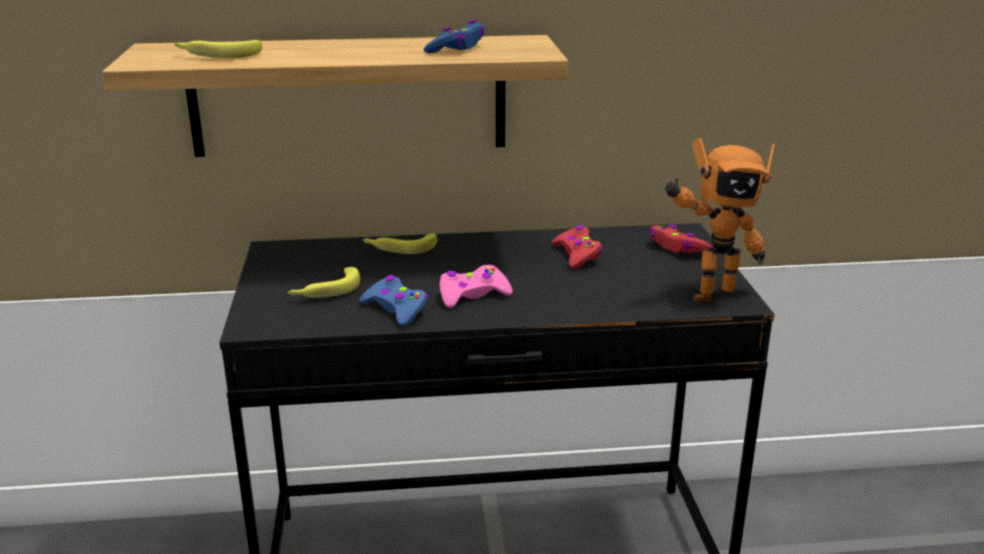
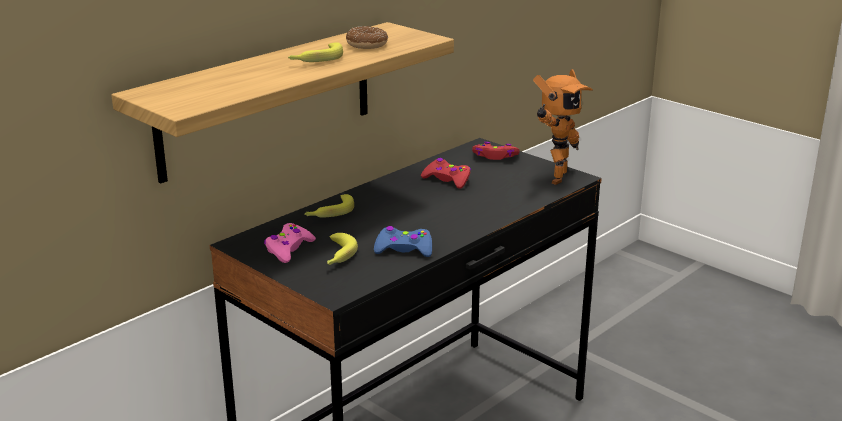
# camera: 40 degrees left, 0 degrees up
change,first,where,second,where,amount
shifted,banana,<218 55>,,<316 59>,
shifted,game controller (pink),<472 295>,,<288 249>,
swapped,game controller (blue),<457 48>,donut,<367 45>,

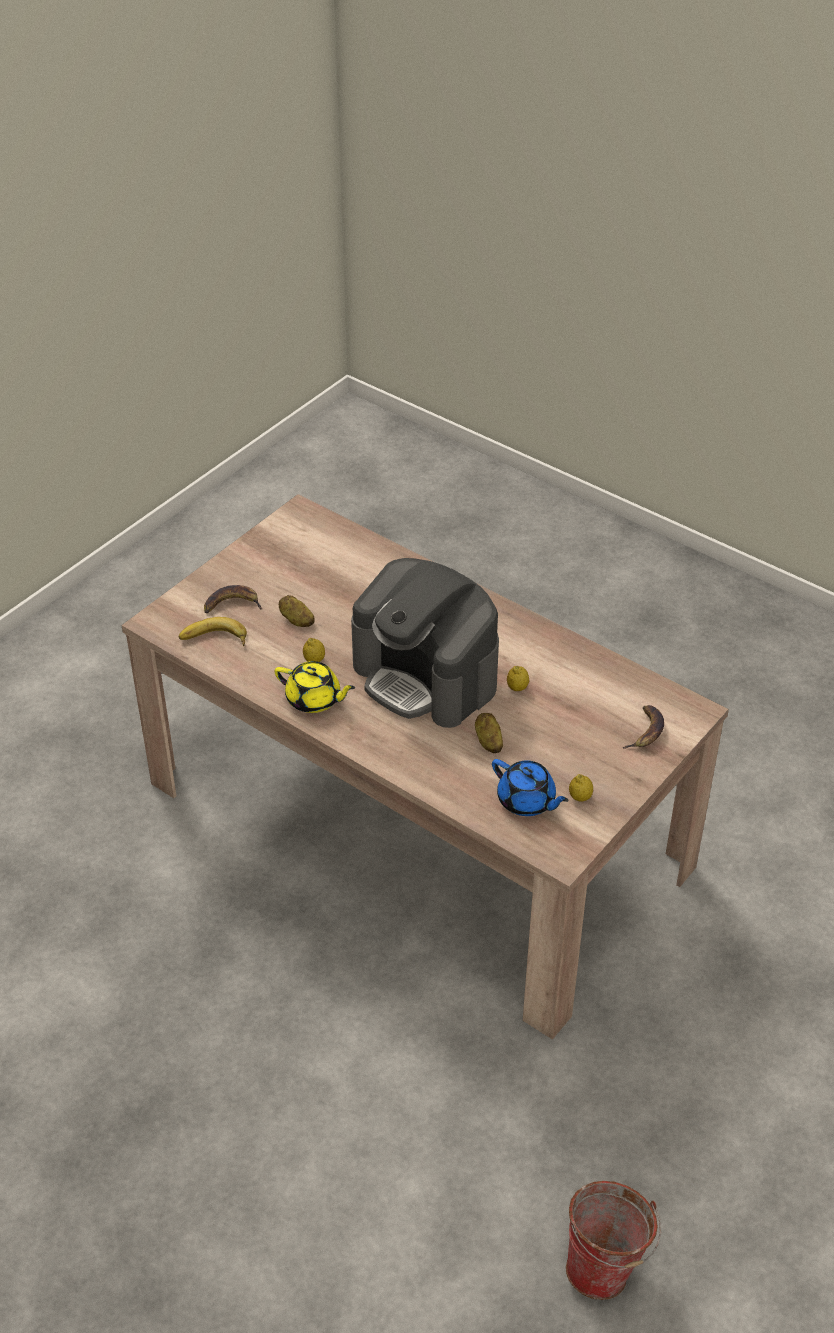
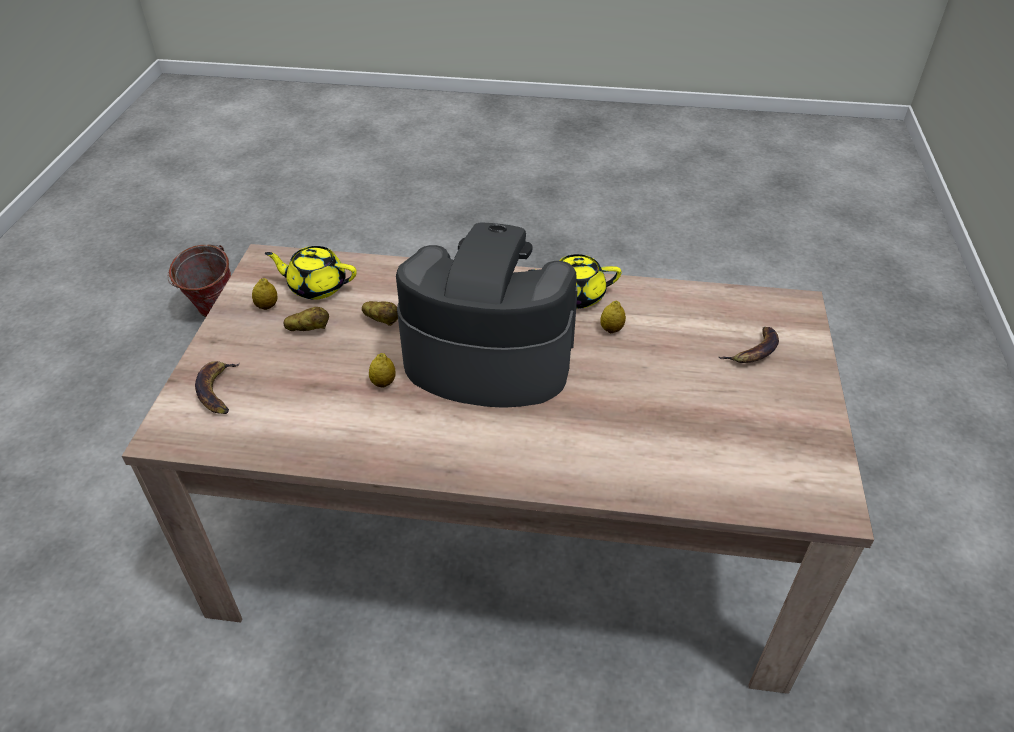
# camera: 150 degrees right, 0 degrees up
change,first,where,second,where,amount
gone,banana,<214 640>,,,
shifted,potato,<296 620>,,<309 329>,
repainted,teapot (blue),<527 801>,teapot (yellow),<316 286>,

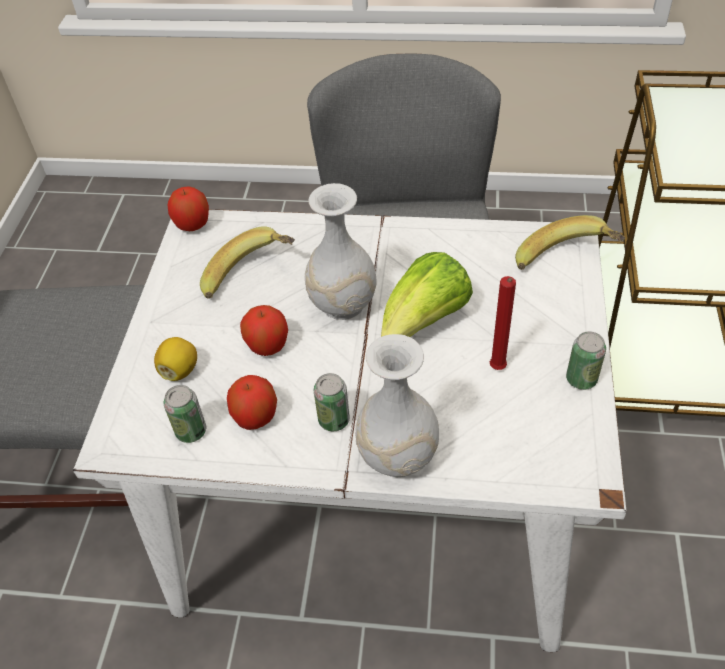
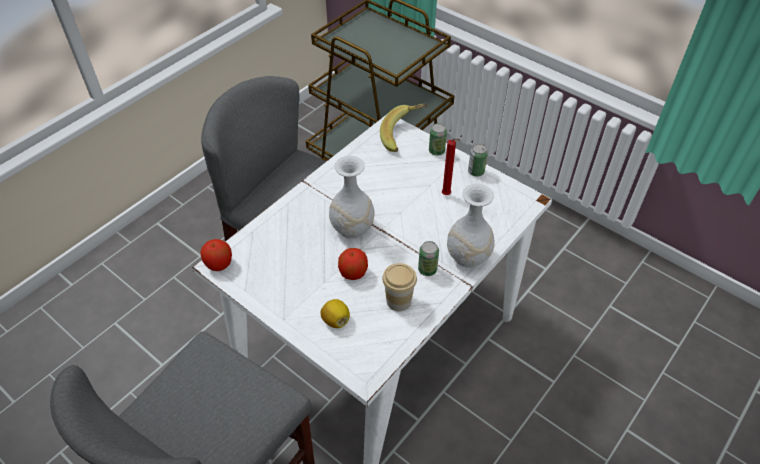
# camera: 60 degrees left, 0 degrees up
change,first,where,second,where,amount
gone,banana,<252 278>,,,
gone,lettuce,<424 323>,,,
shifted,can,<191 431>,,<436 151>,
swapped,apple,<255 417>,cup,<398 301>,

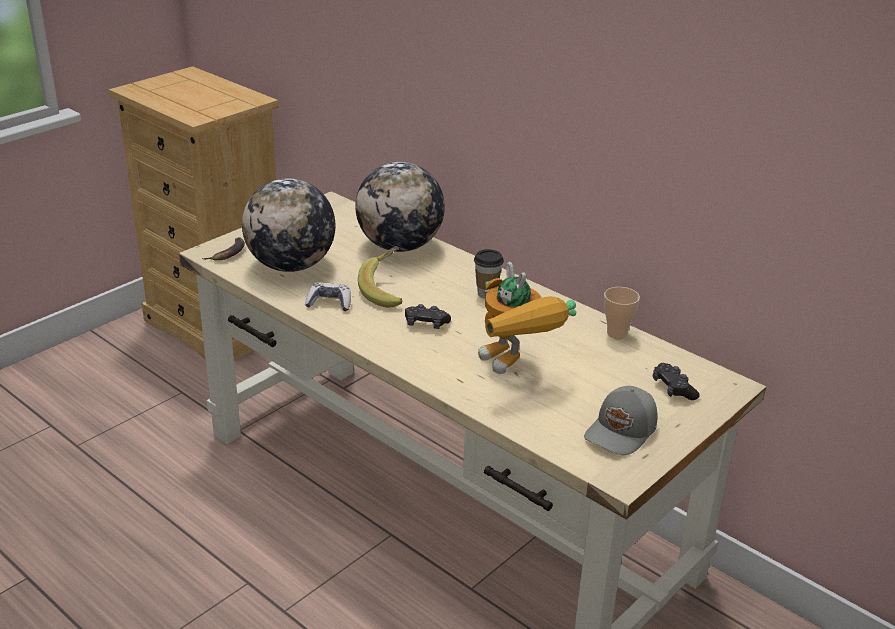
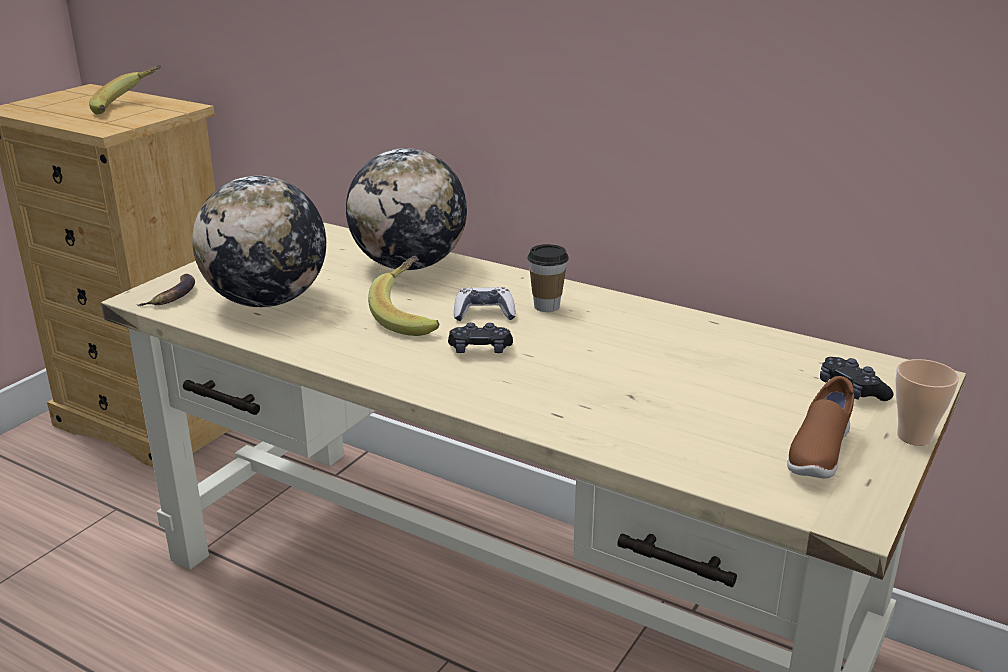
# camera: 10 degrees left, 5 degrees down
change,first,where,second,where,amount
gone,toy robot,<516 368>,,,
new,,,banana,<129 108>,
shifted,game controller,<329 303>,,<484 313>,
shifted,cup,<617 334>,,<914 437>,
swapped,cap (grey),<622 431>,shoe (brown),<818 453>,

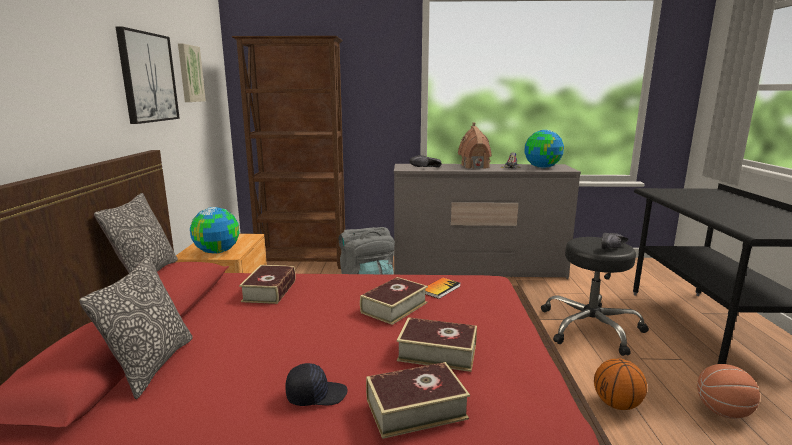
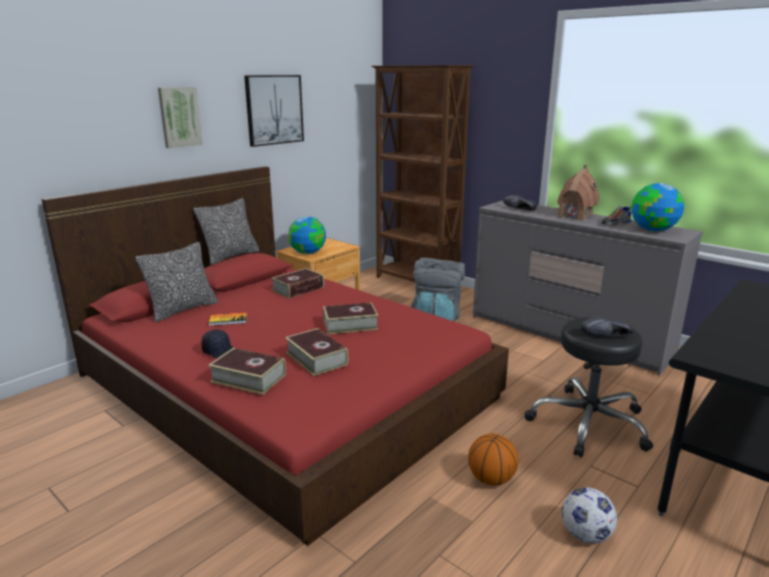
# camera: 40 degrees right, 5 degrees up
change,first,where,second,where,amount
shifted,picture,<189 73>,,<179 117>,
shifted,book,<440 289>,,<228 320>,
swapped,basketball,<723 411>,football,<585 535>,

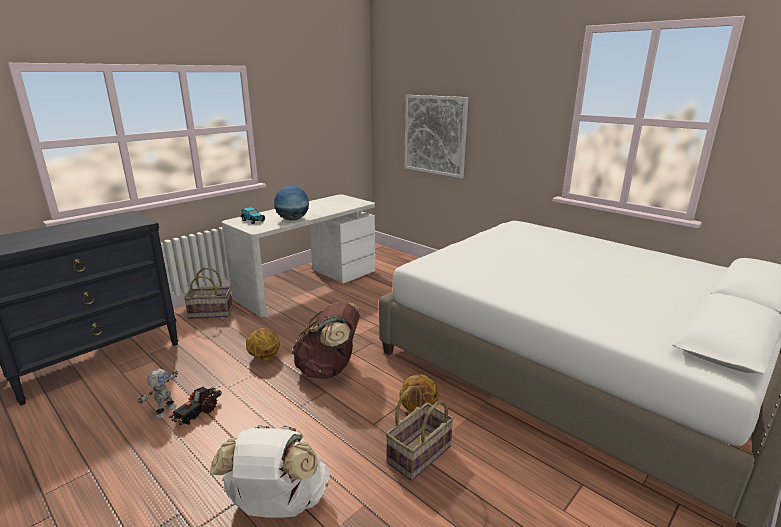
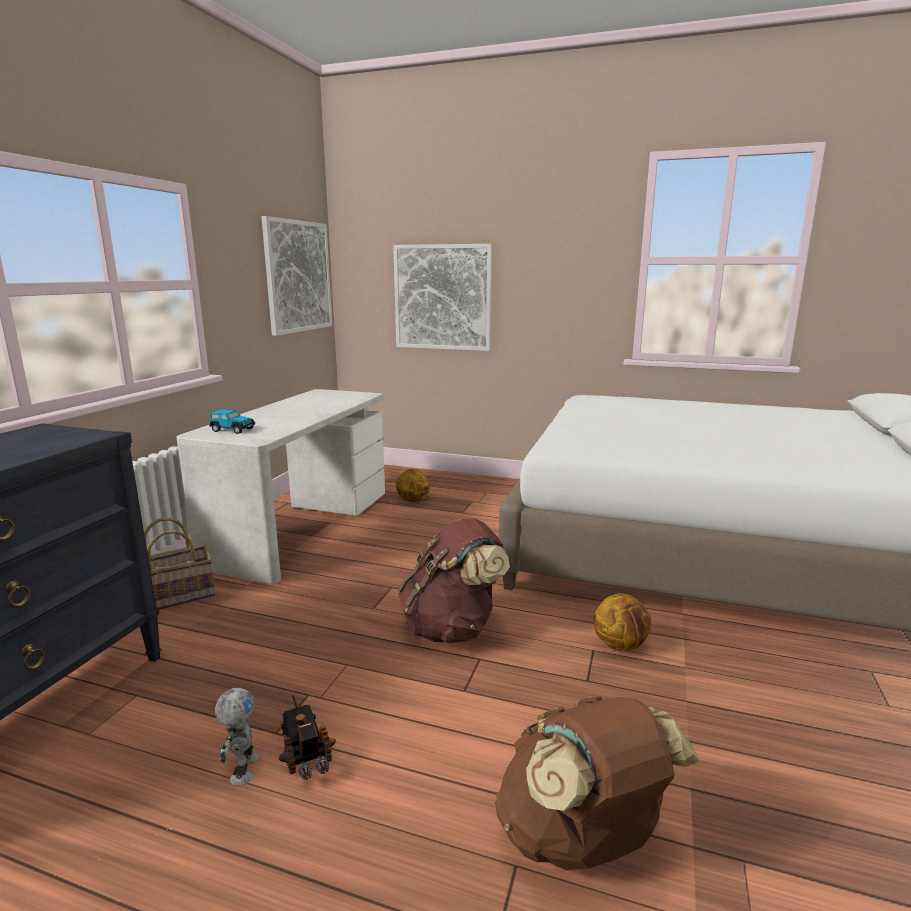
# camera: 25 degrees left, 5 degrees down
change,first,where,second,where,amount
gone,globe,<292 219>,,,
gone,basket,<420 455>,,,
new,,,picture,<298 276>,
shifted,basketball,<264 357>,,<413 500>,
repainted,backpack (white),<277 505>,backpack (brown),<581 840>,
rotated,toy truck,<197 412>,,<306 752>,150 degrees clockwise

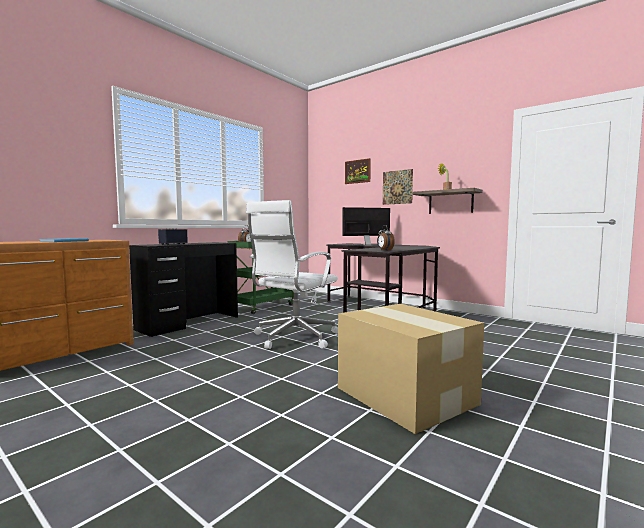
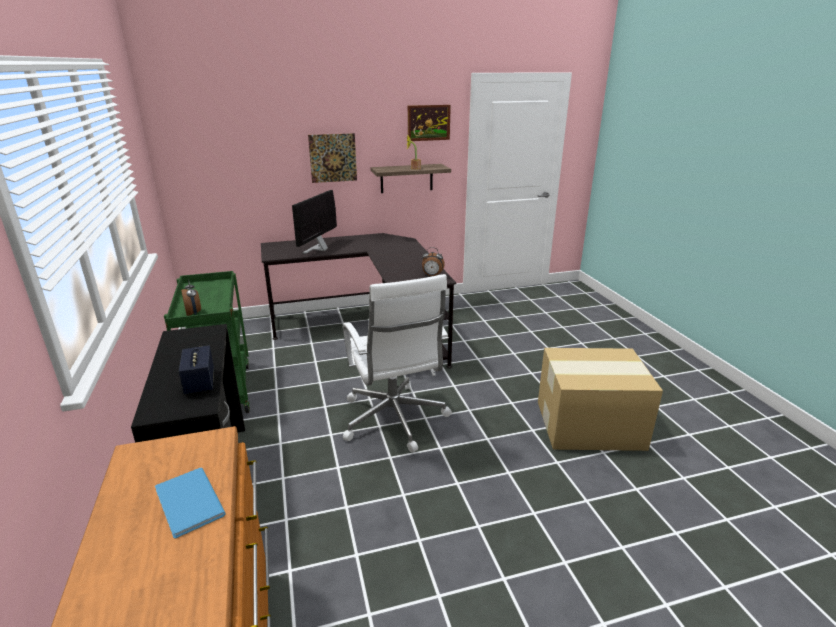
# camera: 55 degrees left, 20 degrees up
change,first,where,second,where,amount
shifted,picture,<357 171>,,<428 122>,

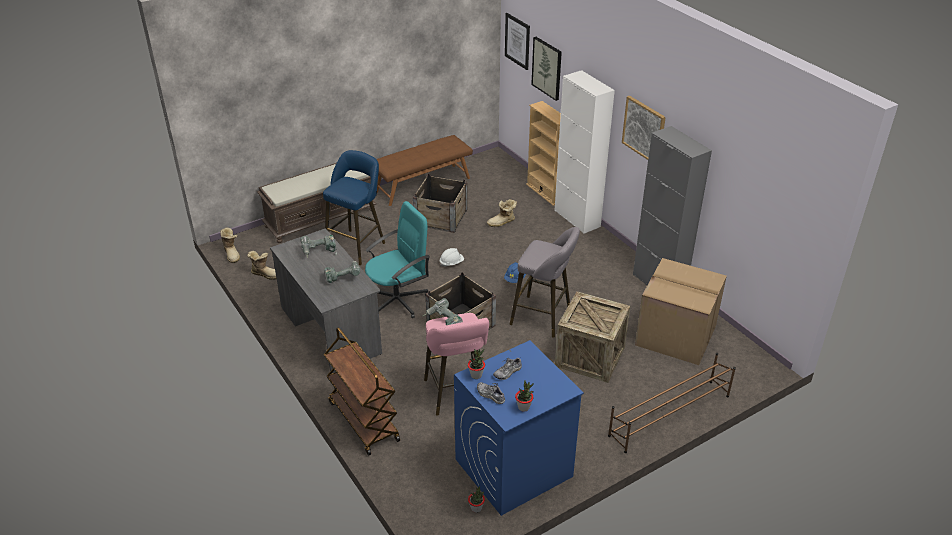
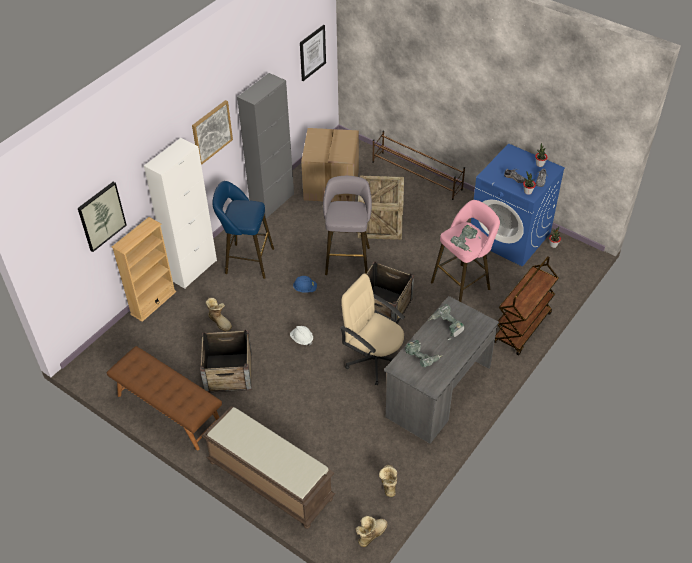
# camera: 110 degrees left, 10 degrees up
change,first,where,second,where,amount
shifted,stool (blue),<357 245>,,<246 260>,
shifted,picture,<517 41>,,<312 52>,
repainted,office chair (turquoise),<398 300>,office chair (beige),<374 359>,

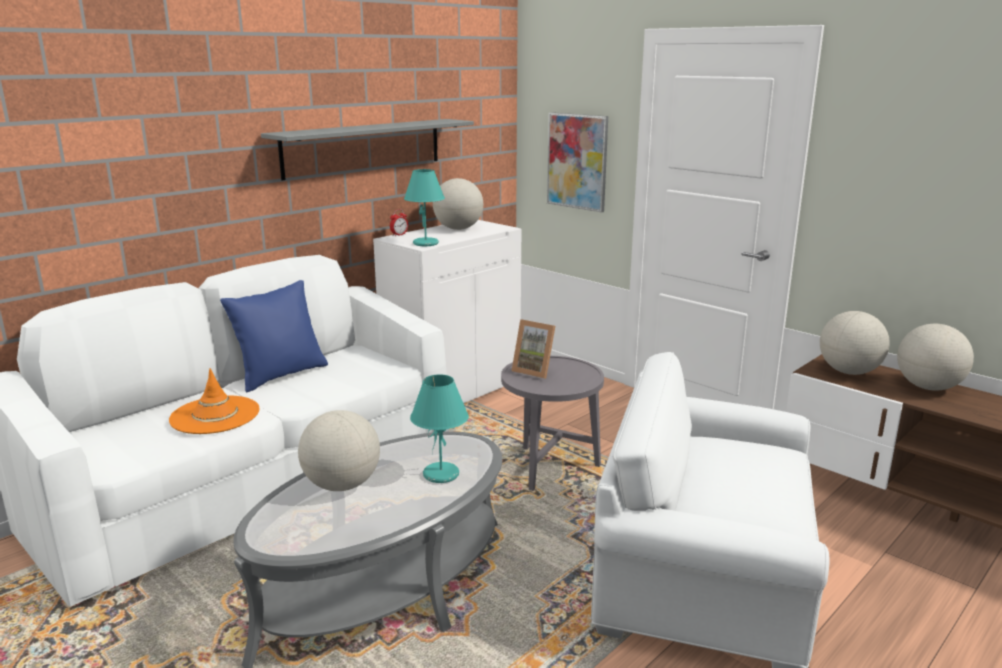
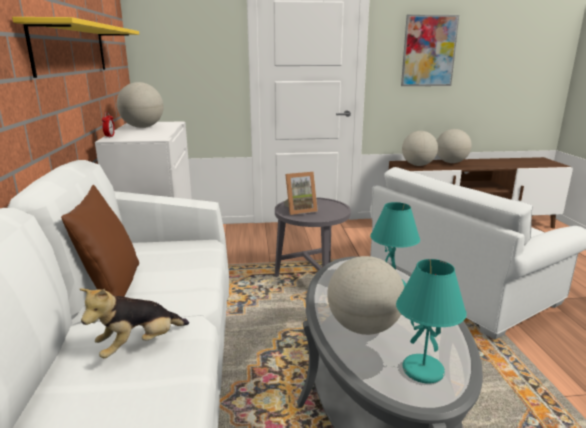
# camera: 50 degrees left, 0 degrees up
change,first,where,second,where,amount
shifted,table lamp (turquoise),<426 244>,,<423 370>,
shifted,picture,<577 161>,,<428 51>,
swapped,hat (orange),<215 415>,plush toy,<139 345>,
repainted,pillow (blue),<280 375>,pillow (brown),<112 289>,
repainted,shelf (grey),<364 147>,shelf (yellow),<72 49>,

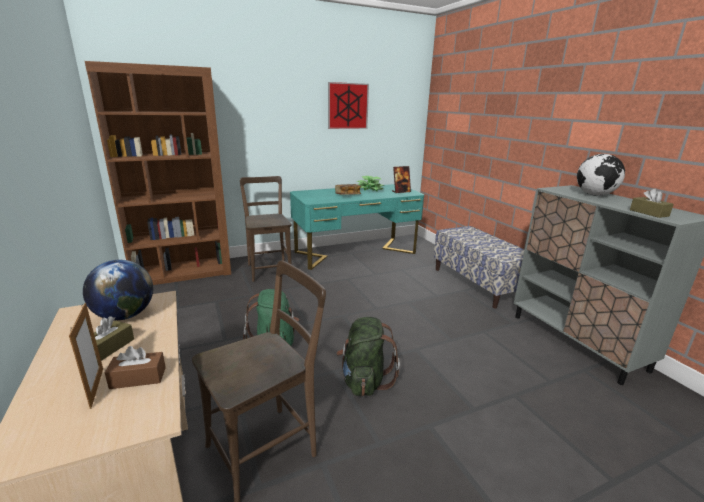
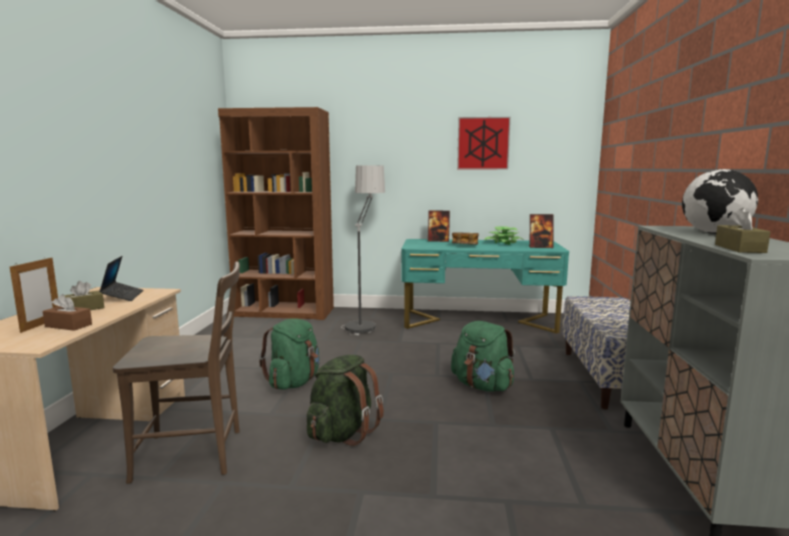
# camera: 30 degrees right, 10 degrees down
change,first,where,second,where,amount
new,,,picture frame,<438 241>,
new,,,backpack (green),<482 386>,
swapped,globe,<125 316>,laptop,<122 296>,
swapped,chair (brown),<269 269>,floor lamp,<364 321>,

